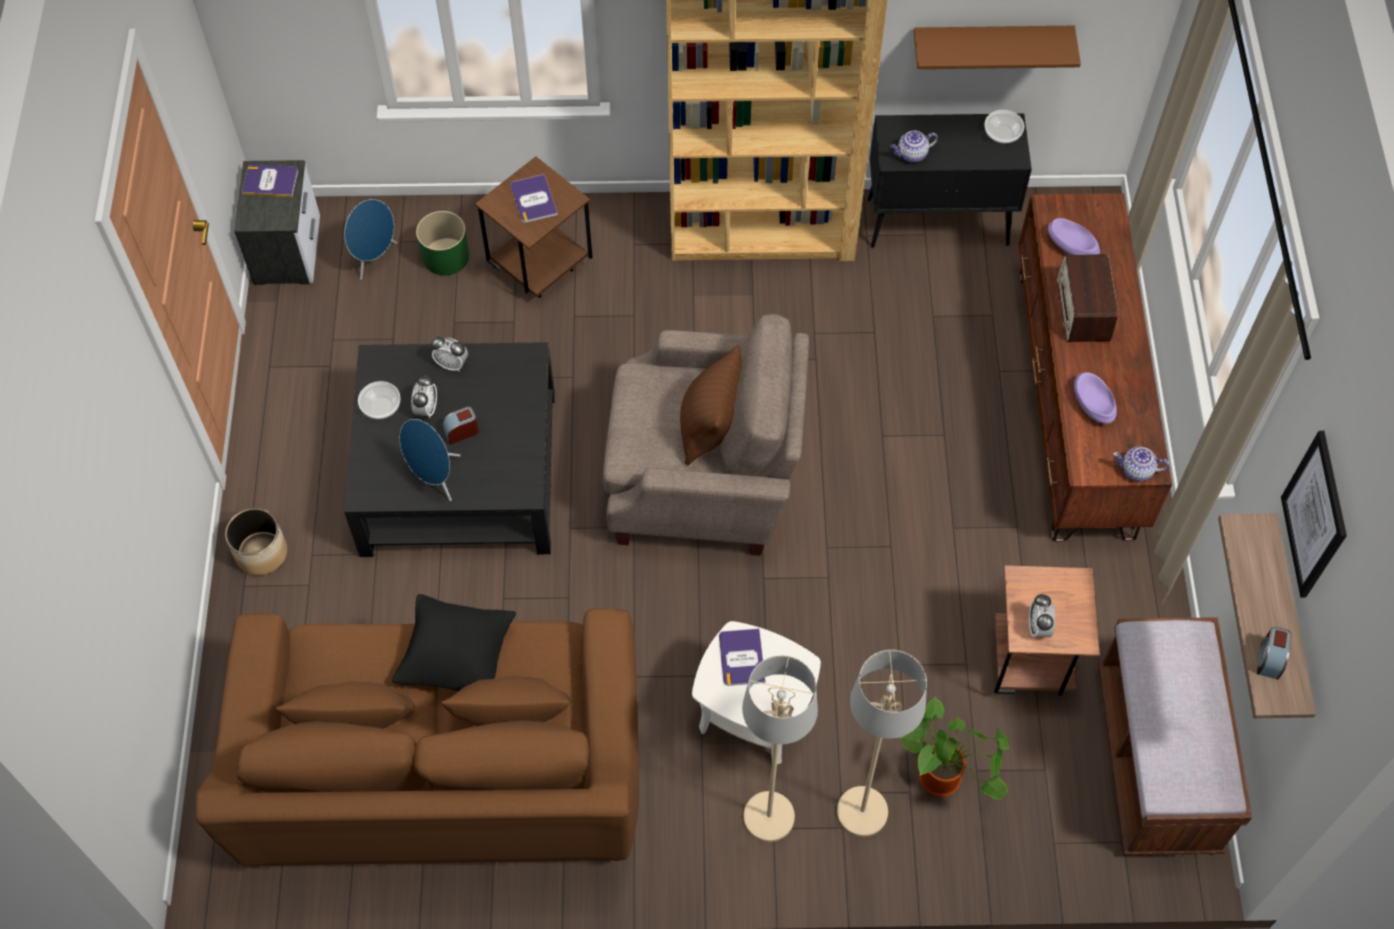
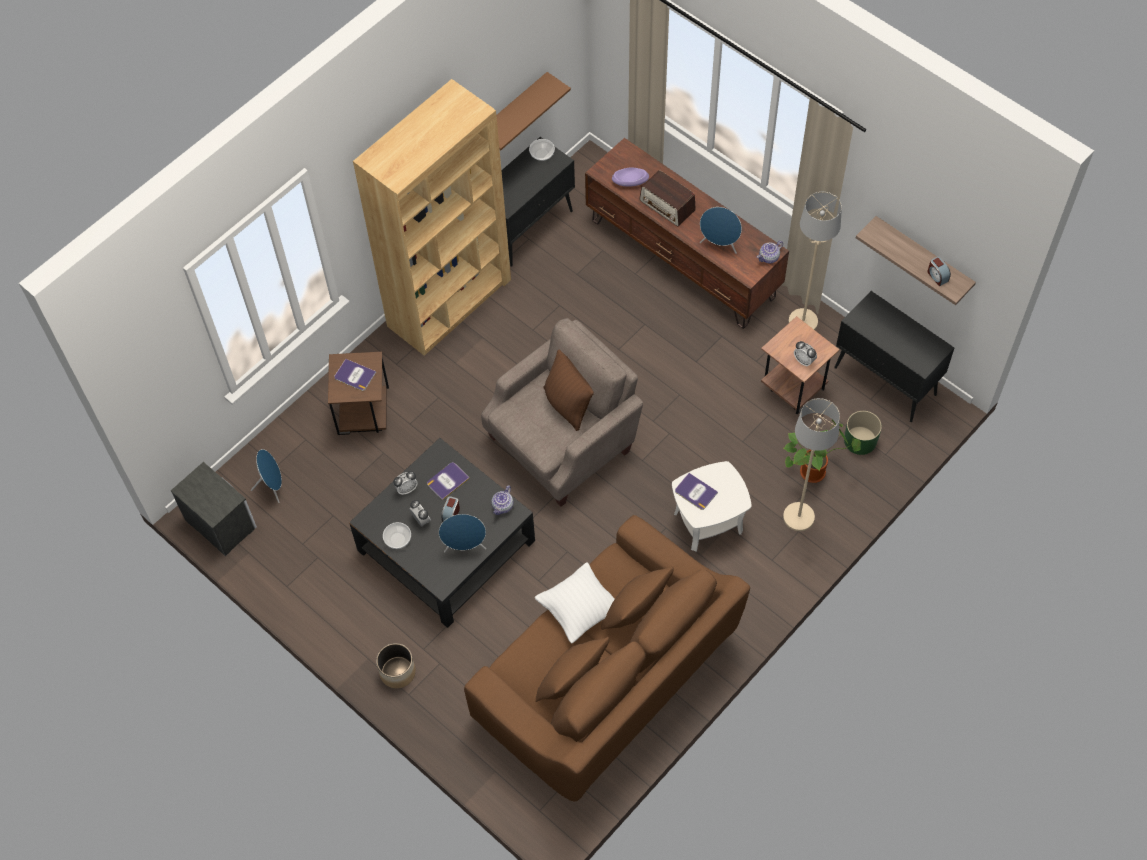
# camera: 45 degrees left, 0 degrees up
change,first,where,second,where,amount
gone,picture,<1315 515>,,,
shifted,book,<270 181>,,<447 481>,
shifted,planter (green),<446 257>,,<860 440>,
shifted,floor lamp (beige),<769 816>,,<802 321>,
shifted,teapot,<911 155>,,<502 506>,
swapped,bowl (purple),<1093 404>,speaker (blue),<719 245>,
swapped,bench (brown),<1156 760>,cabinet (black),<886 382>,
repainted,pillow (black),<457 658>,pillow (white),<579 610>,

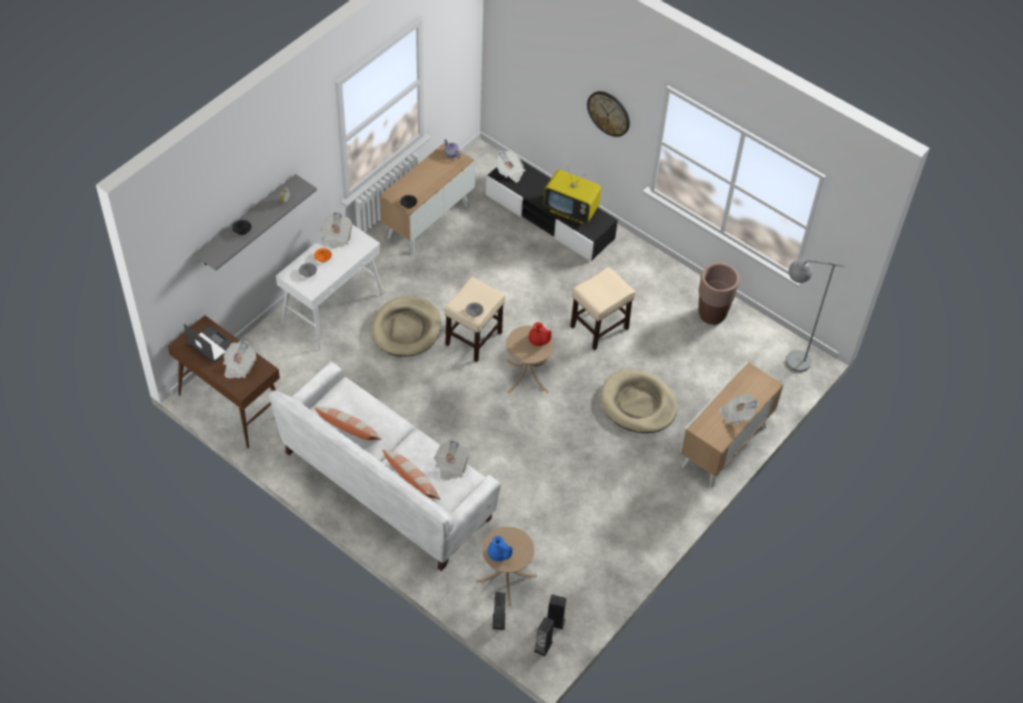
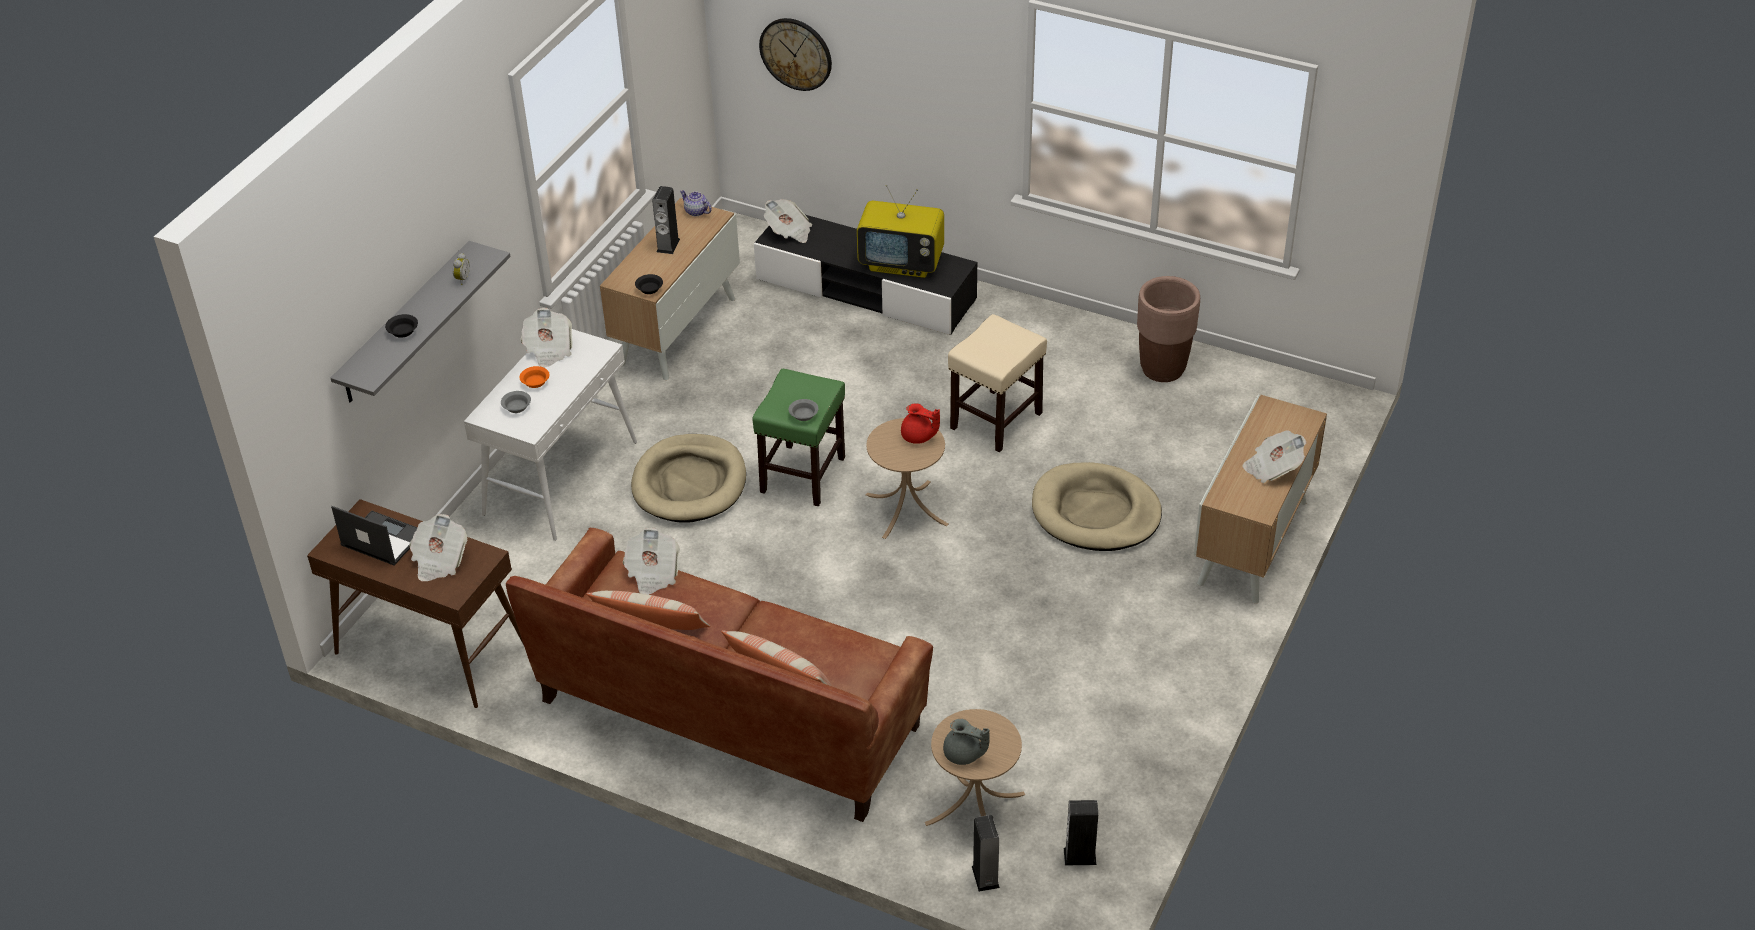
# camera: 10 degrees left, 10 degrees down
change,first,where,second,where,amount
gone,floor lamp (grey),<788 360>,,,
shifted,newspaper,<450 466>,,<652 573>,
shifted,speaker,<543 646>,,<668 245>,
shifted,wall clock,<609 113>,,<796 53>,
repainted,sofa (white),<387 485>,sofa (brown),<730 714>,
repainted,stool (beige),<474 338>,stool (green),<803 474>,
repainted,teapot (blue),<499 554>,teapot (grey),<964 755>,

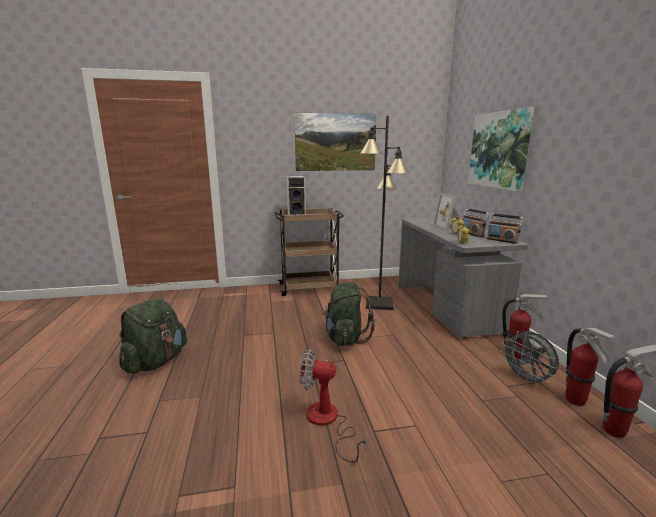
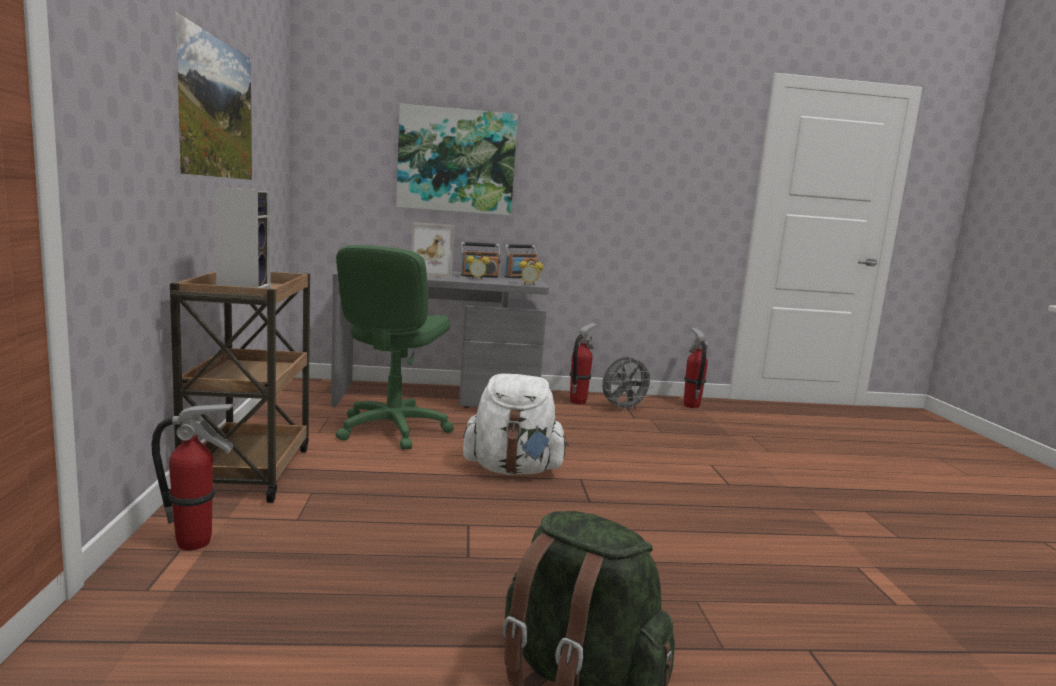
# camera: 85 degrees left, 5 degrees down
change,first,where,second,where,amount
gone,fan,<327 422>,,,
shifted,fire extinguisher,<575 401>,,<195 543>,
swapped,floor lamp (black),<379 303>,office chair (green),<392 429>,
repainted,backpack (green),<345 338>,backpack (white),<513 469>,

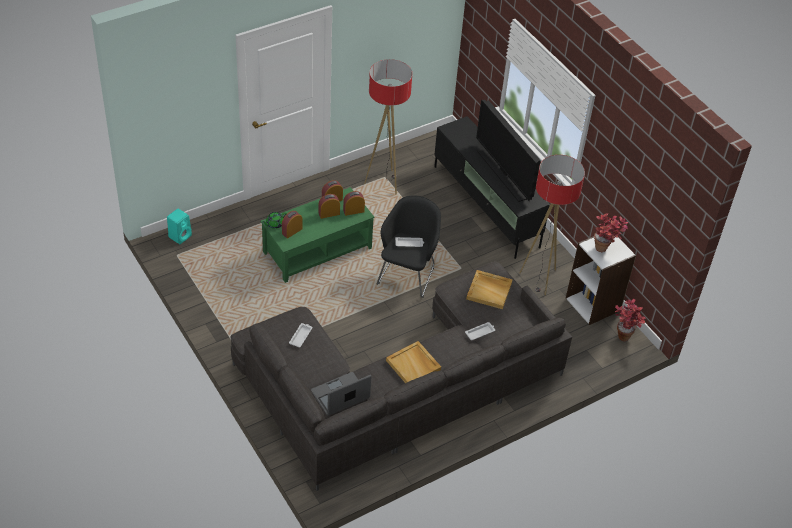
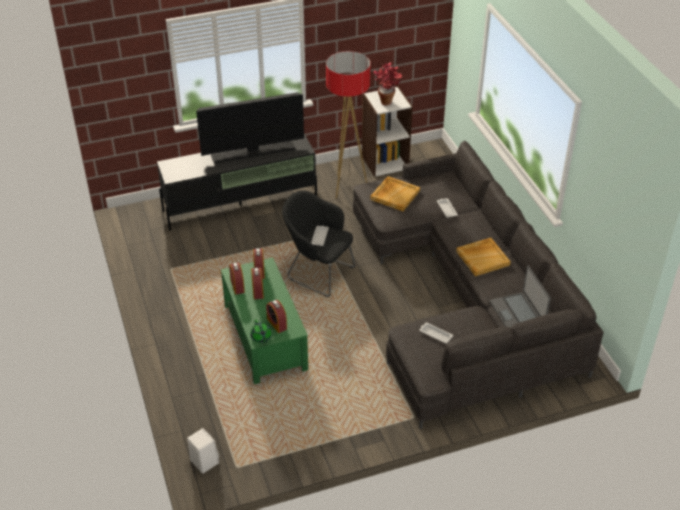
# camera: 75 degrees left, 5 degrees down
change,first,where,second,where,amount
gone,floor lamp,<384 183>,,,
gone,potted plant,<624 334>,,,
repainted,speaker (turquoise),<180 236>,speaker (white),<203 461>,

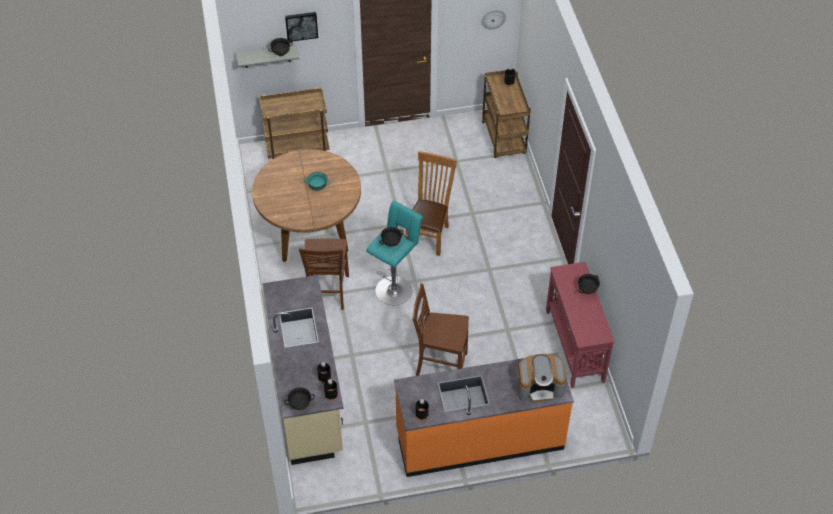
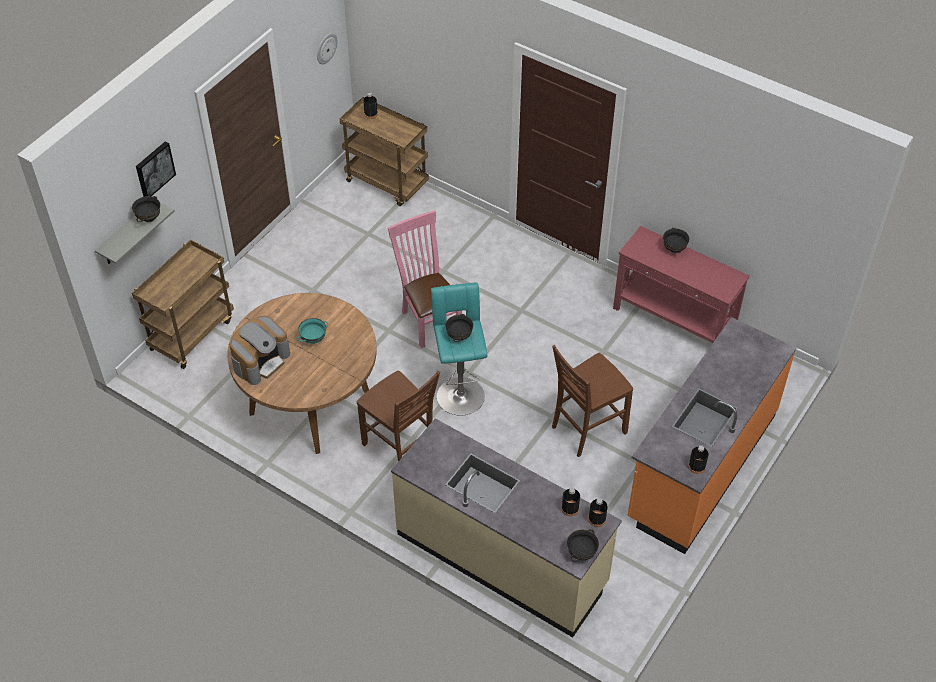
# camera: 45 degrees left, 0 degrees up
change,first,where,second,where,amount
shifted,coffee machine,<540 386>,,<261 360>,
repainted,chair (brown),<429 234>,chair (pink),<428 319>,

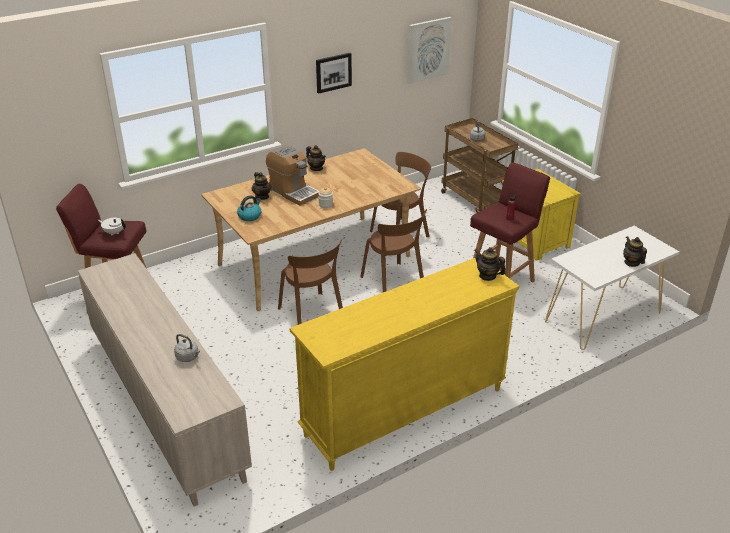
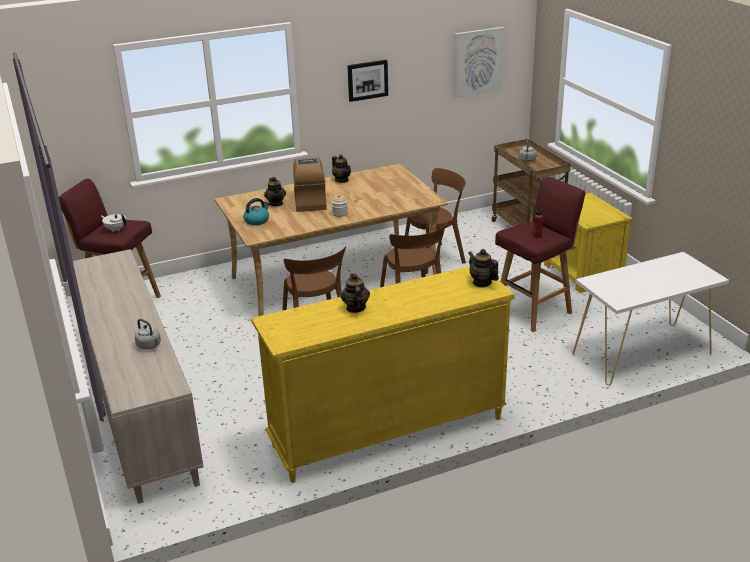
# camera: 10 degrees right, 5 degrees down
change,first,where,second,where,amount
shifted,teapot,<632 263>,,<355 308>,
rotated,coffee machine,<293 192>,,<310 201>,150 degrees counterclockwise

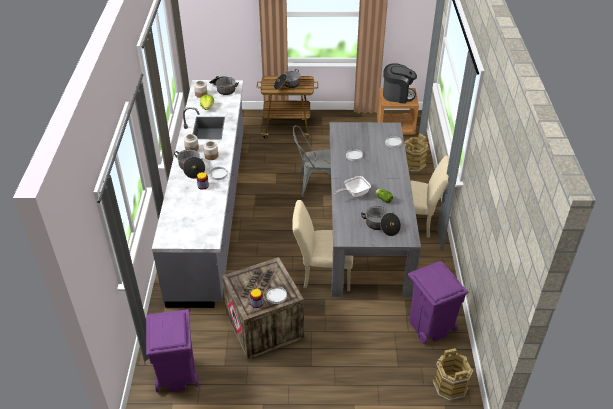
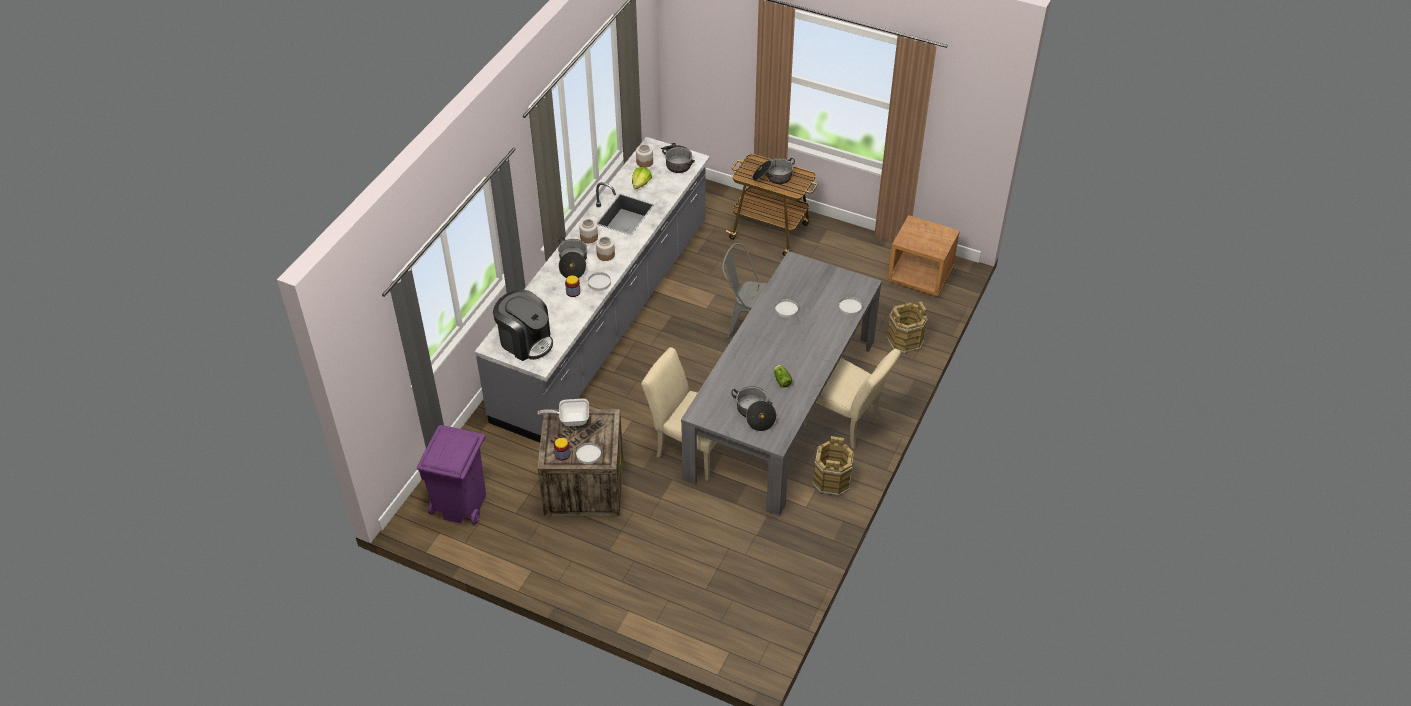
# camera: 25 degrees right, 5 degrees up
change,first,where,second,where,amount
gone,trash can (purple),<430 326>,,,
shifted,frying pan,<354 193>,,<571 420>,
shifted,coffee machine,<397 95>,,<525 341>,
shifted,bucket (brown),<450 386>,,<832 481>,

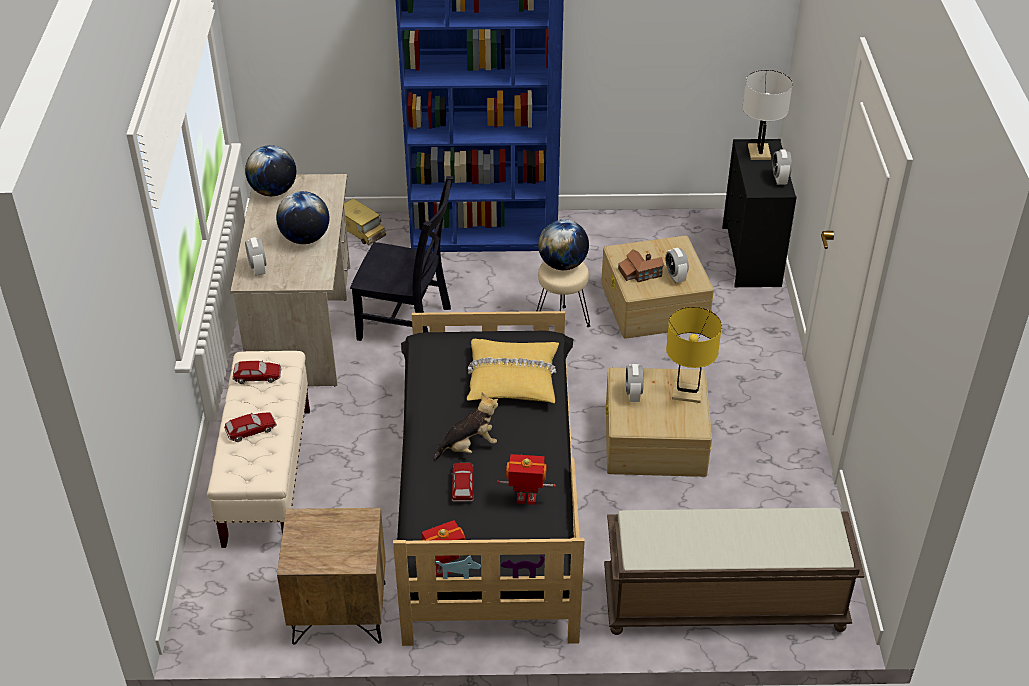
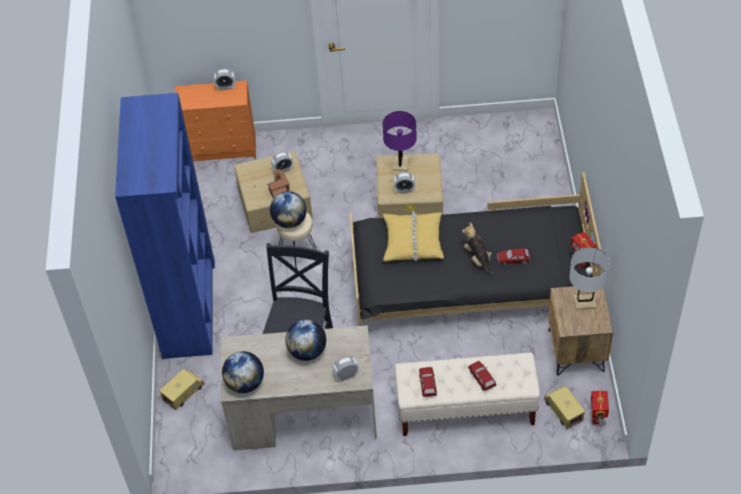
# camera: 90 degrees left, 10 degrees up
change,first,where,second,where,amount
gone,bench (brown),<722 604>,,,
new,,,toy truck,<563 410>,
shifted,toy robot,<526 500>,,<597 418>,
shifted,table lamp (white),<759 152>,,<584 302>,
repainted,table lamp (yellow),<687 393>,table lamp (purple),<400 164>,
repainted,dresser (black),<751 257>,dresser (orange),<222 149>,

